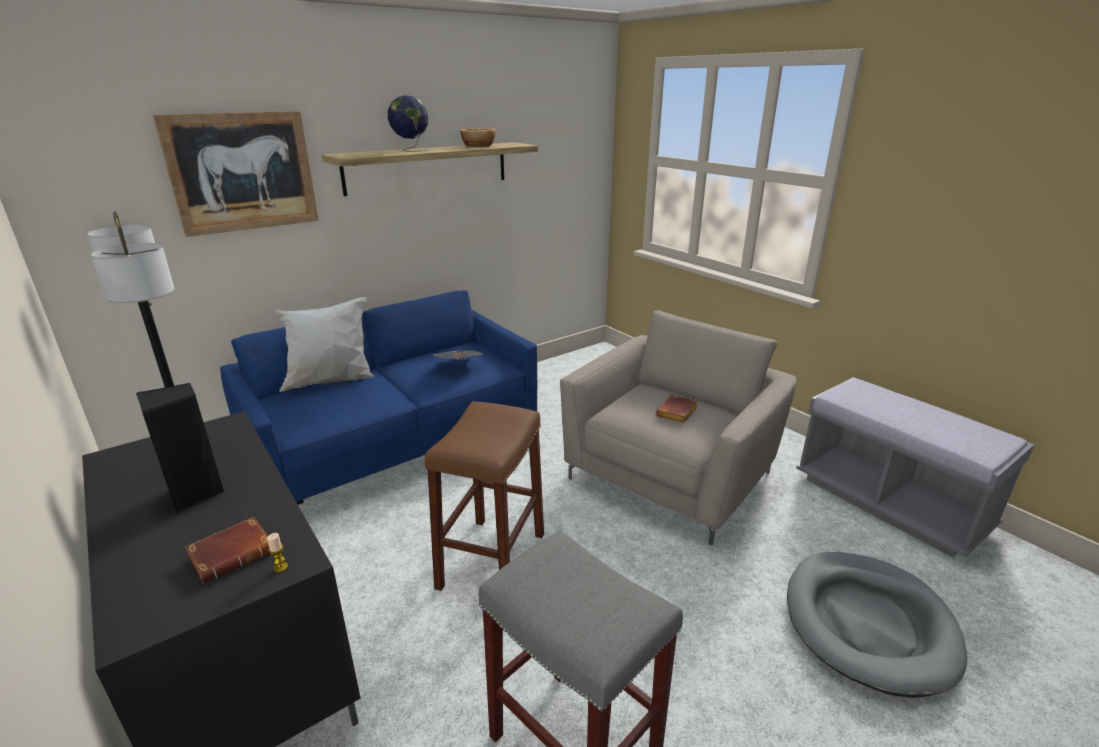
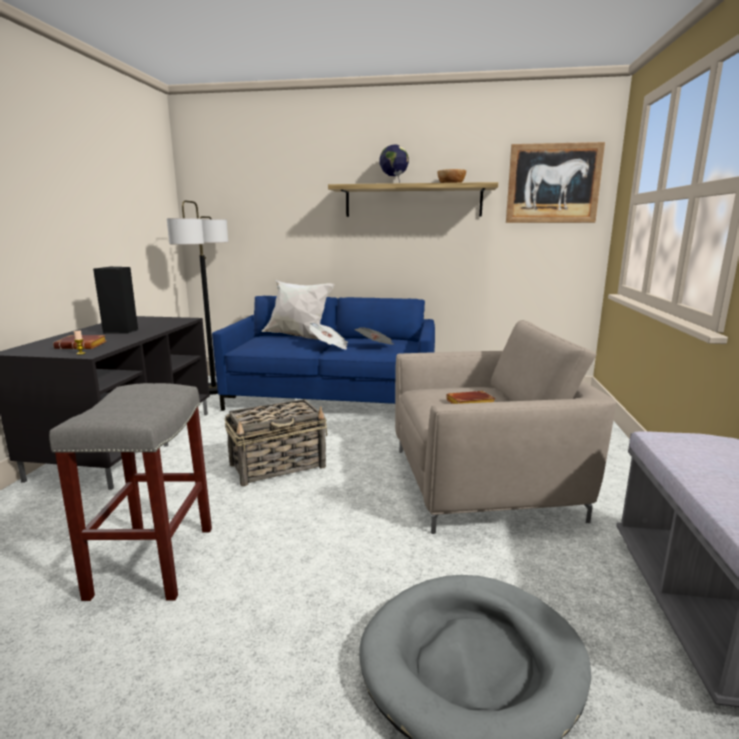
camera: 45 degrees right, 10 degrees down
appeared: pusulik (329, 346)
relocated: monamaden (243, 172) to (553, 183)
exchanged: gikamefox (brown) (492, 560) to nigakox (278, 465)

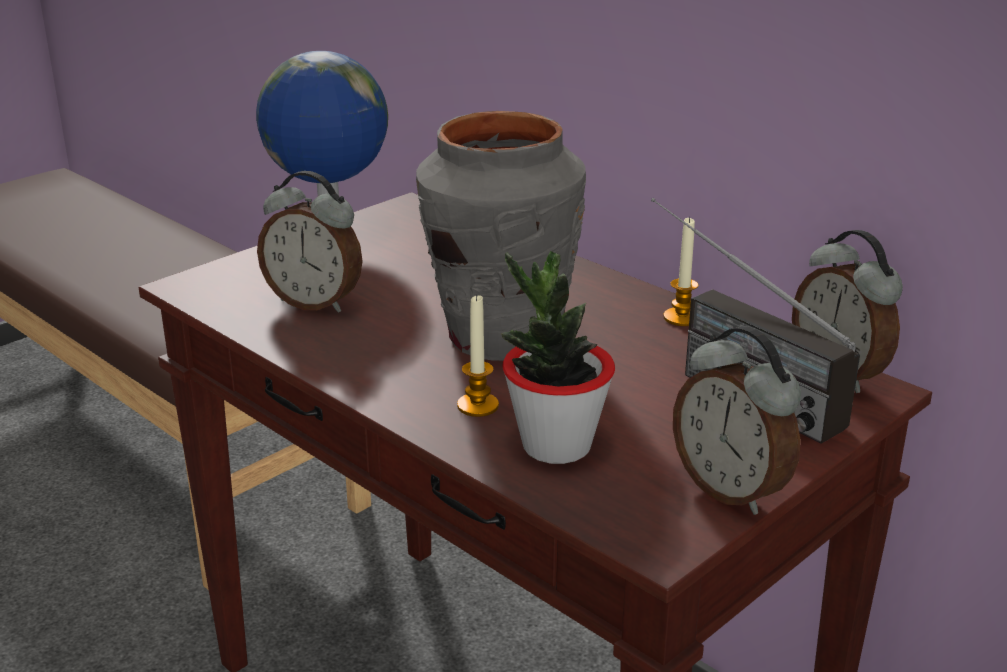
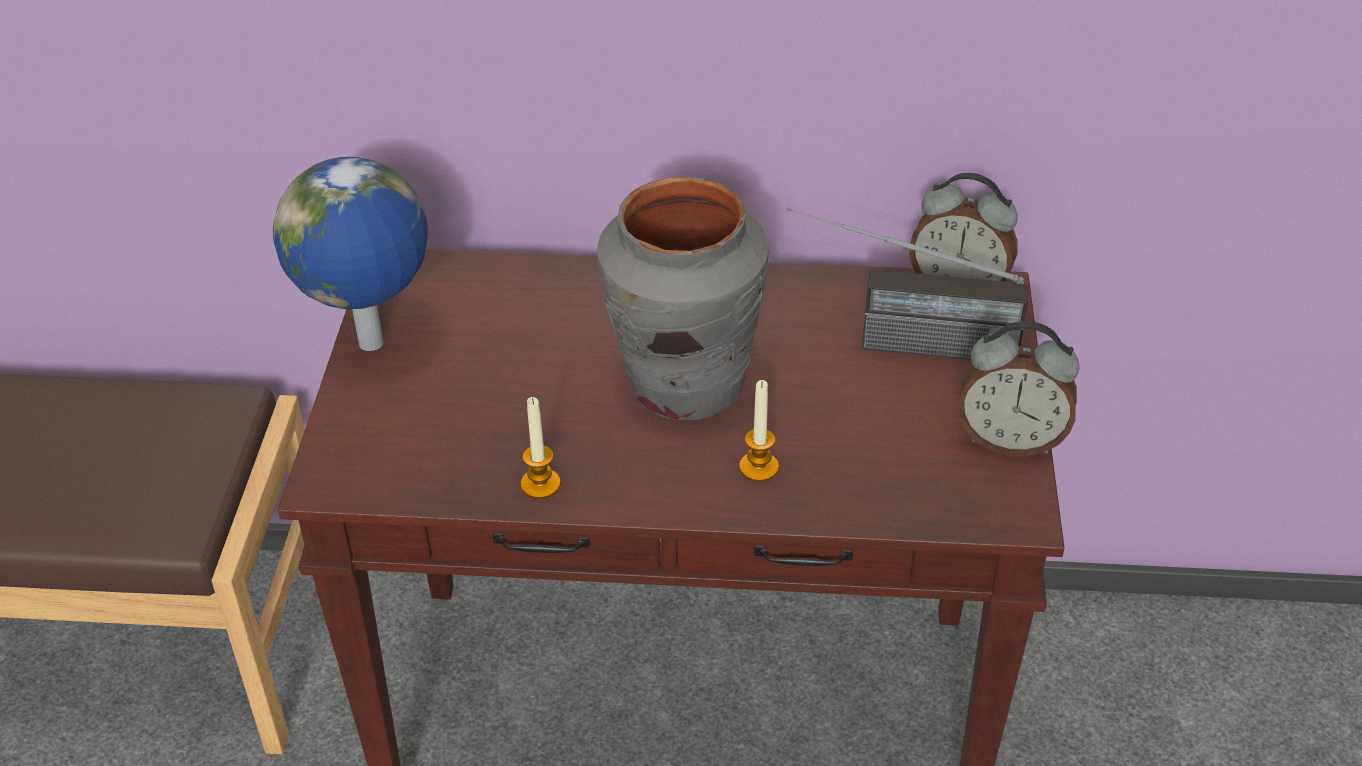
camera: 40 degrees left, 15 degrees up
missing: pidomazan (315, 303); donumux (556, 446)
relocated: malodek (681, 318) to (540, 484)

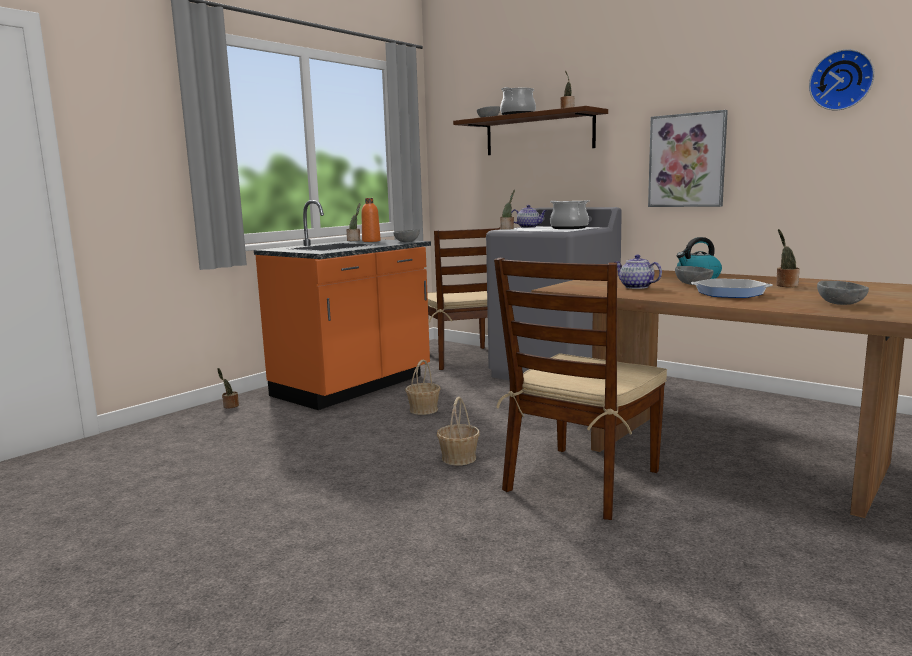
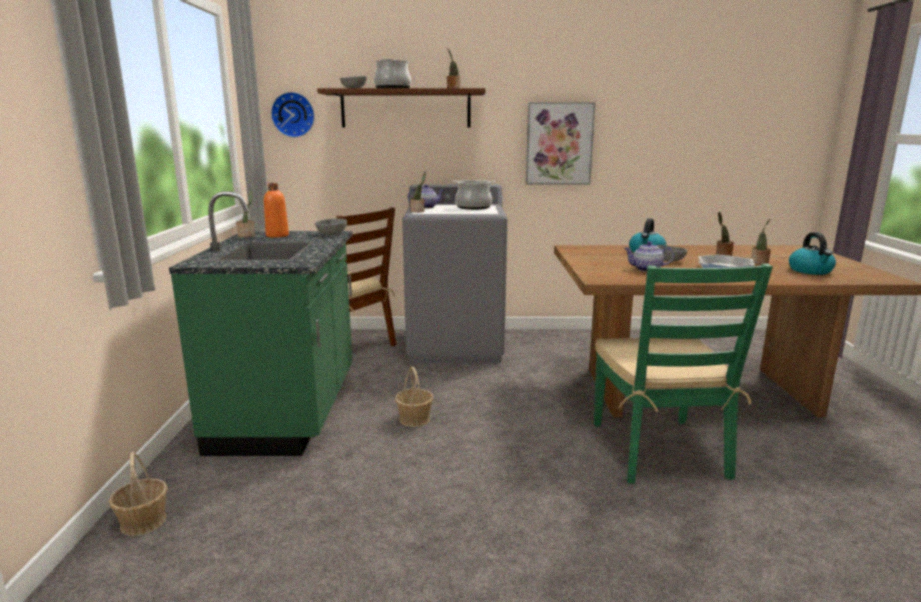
camera: 40 degrees left, 5 degrees up
relocated: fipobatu (841, 80) to (293, 115); donumux (230, 406) to (759, 263); nigakox (458, 458) to (143, 522)
exchanged: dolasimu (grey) (841, 304) to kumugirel (811, 271)
colour: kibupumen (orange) (354, 386) to kibupumen (green) (289, 412); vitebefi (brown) (581, 481) to vitebefi (green) (659, 450)

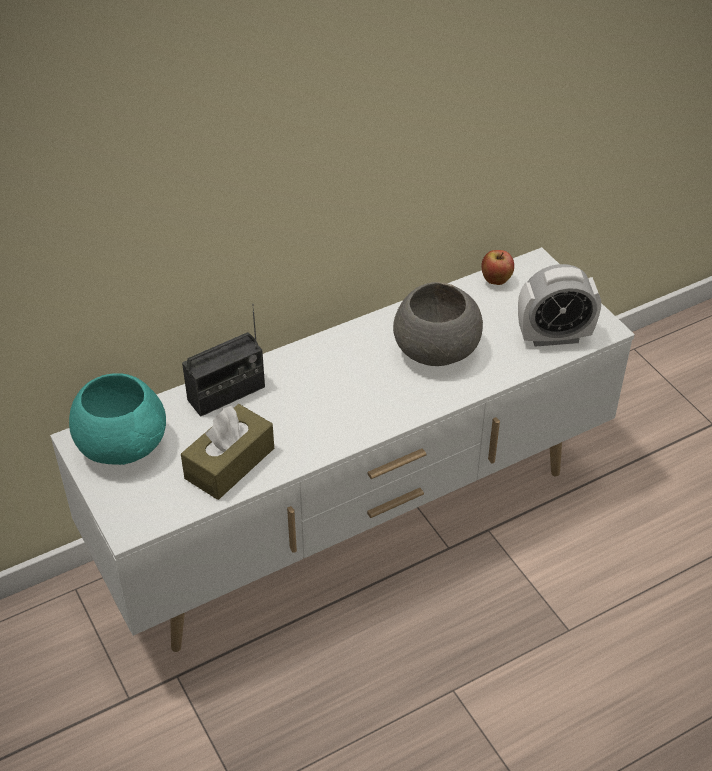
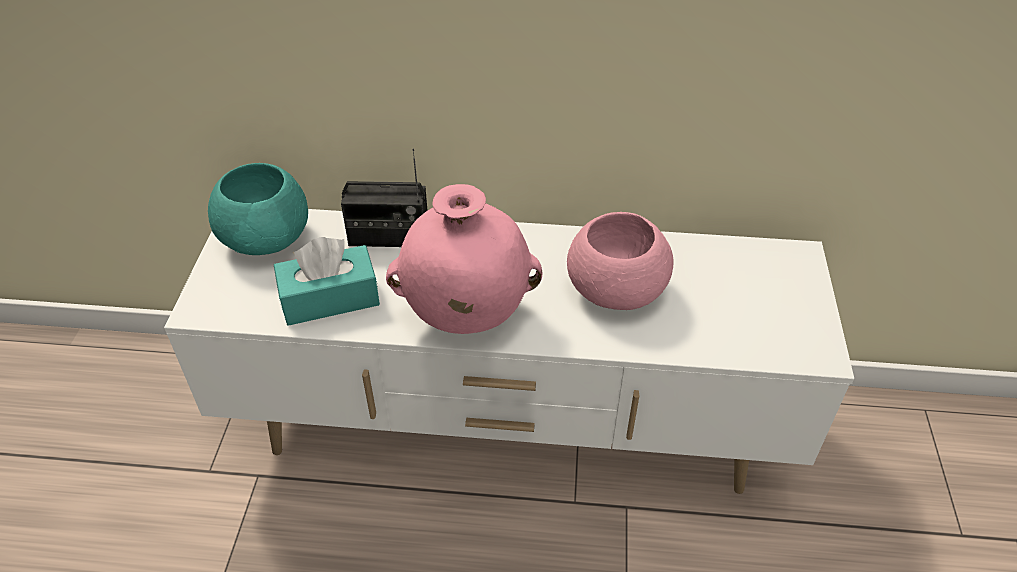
camera: 35 degrees right, 0 degrees up
missing: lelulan (496, 281); pidomazan (554, 337)
appeared: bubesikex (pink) (465, 316)
colour: dolasimu (grey) (434, 350) to dolasimu (pink) (614, 289); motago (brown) (229, 463) to motago (turquoise) (330, 298)

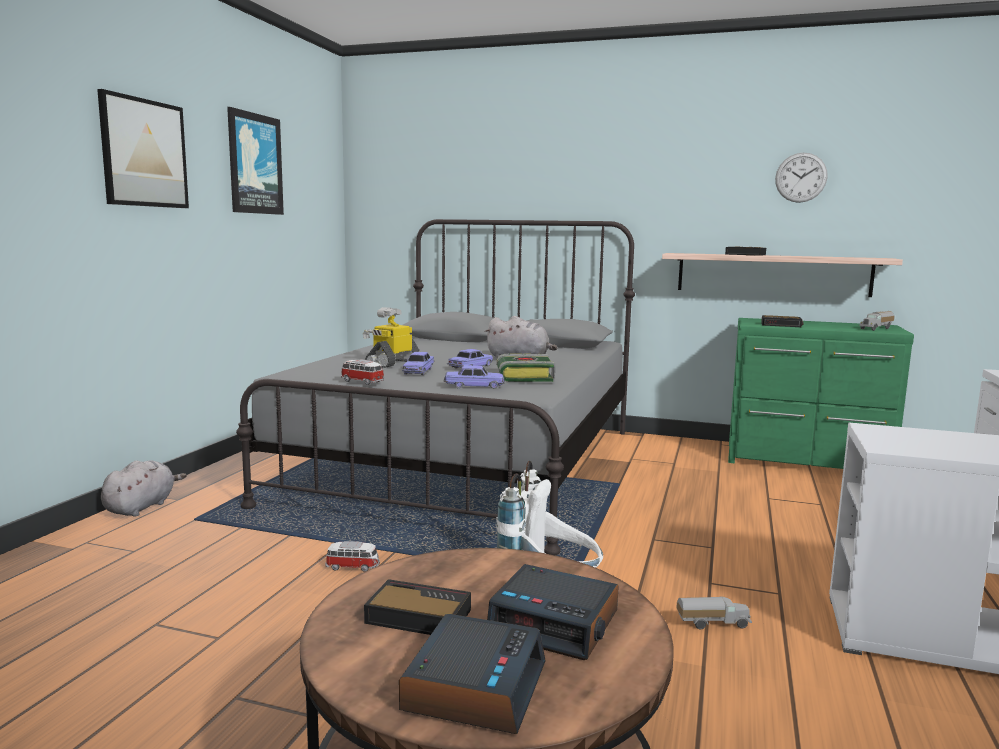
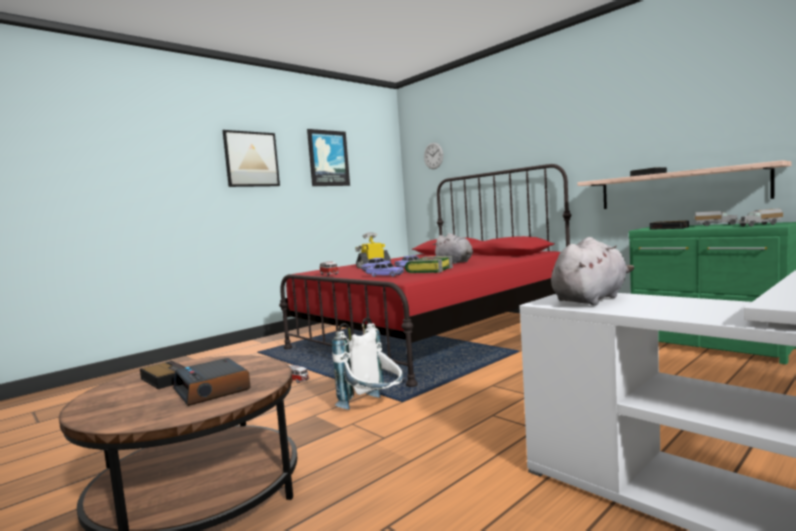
camera: 30 degrees right, 5 degrees down
missing: pidomazan (474, 686)
relocated: fipobatu (801, 177) to (433, 155); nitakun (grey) (141, 507) to (591, 299); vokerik (712, 623) to (715, 225)
colour: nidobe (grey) (467, 464) to nidobe (red) (433, 334)

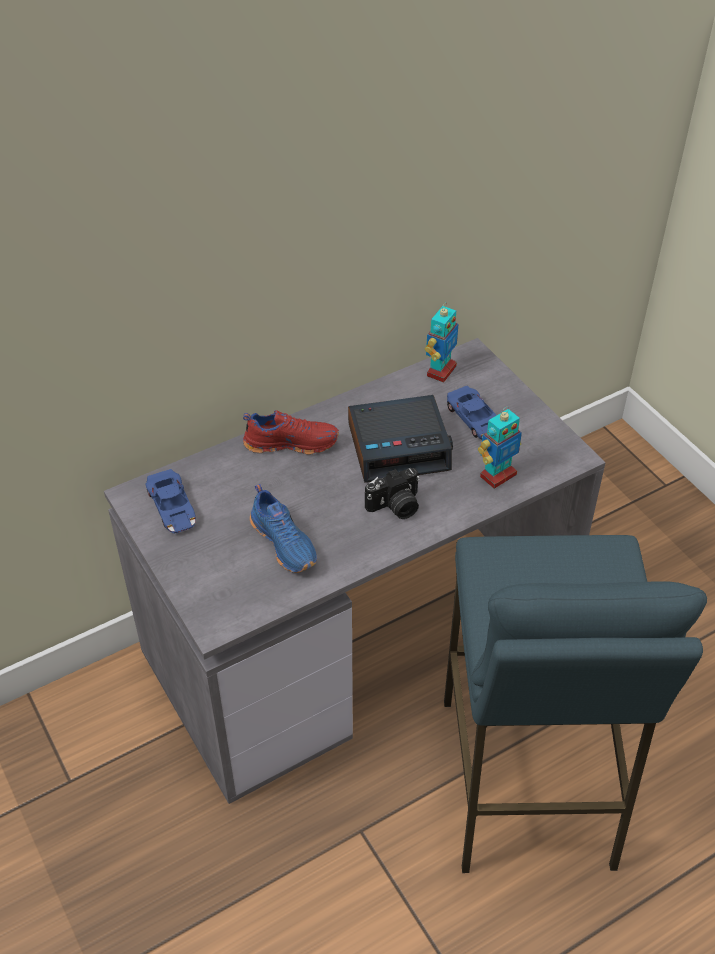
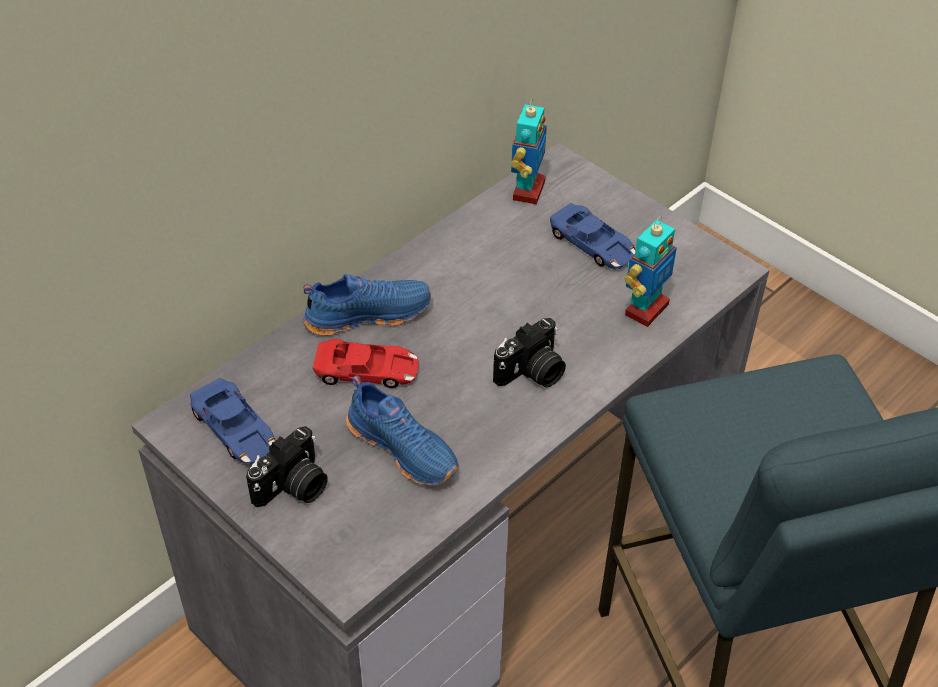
camera: 15 degrees left, 0 degrees up
missing: pidomazan (399, 446)
appeared: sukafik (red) (367, 370); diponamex (293, 487)
colour: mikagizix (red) (291, 442) to mikagizix (blue) (367, 313)

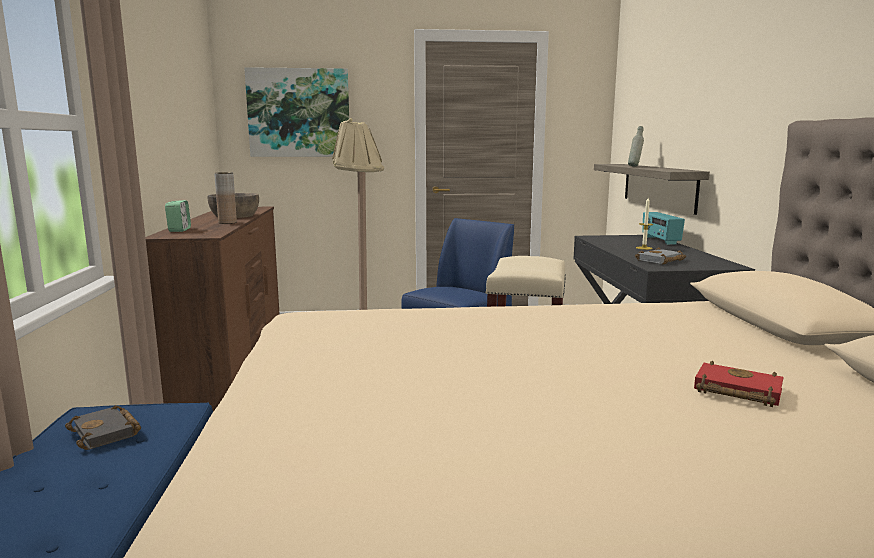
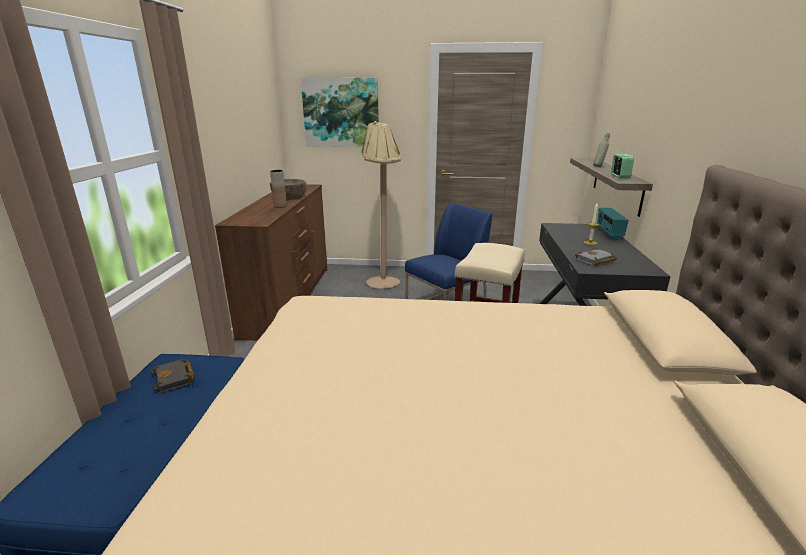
camera: 10 degrees right, 10 degrees up
missing: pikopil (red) (734, 391)
relocated: pidomazan (179, 230) to (620, 176)

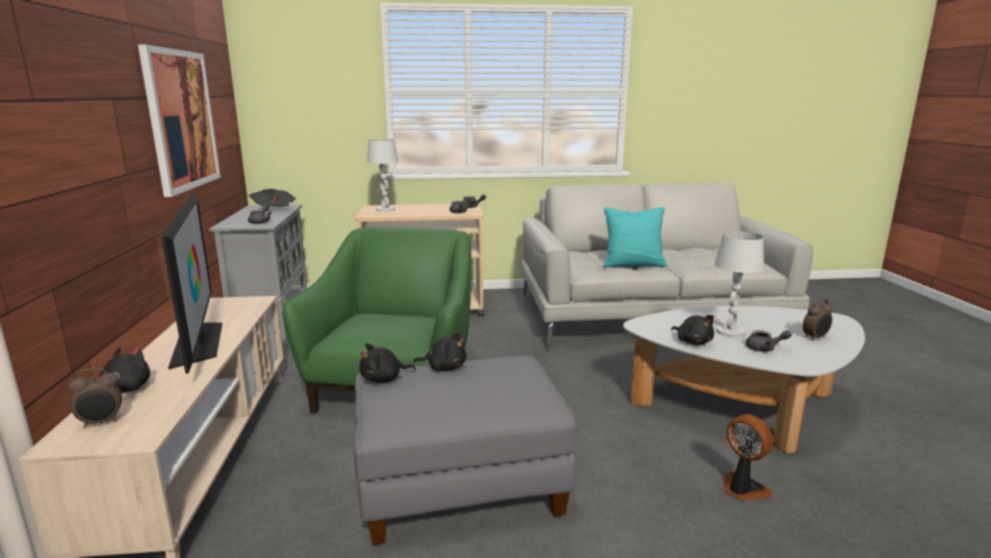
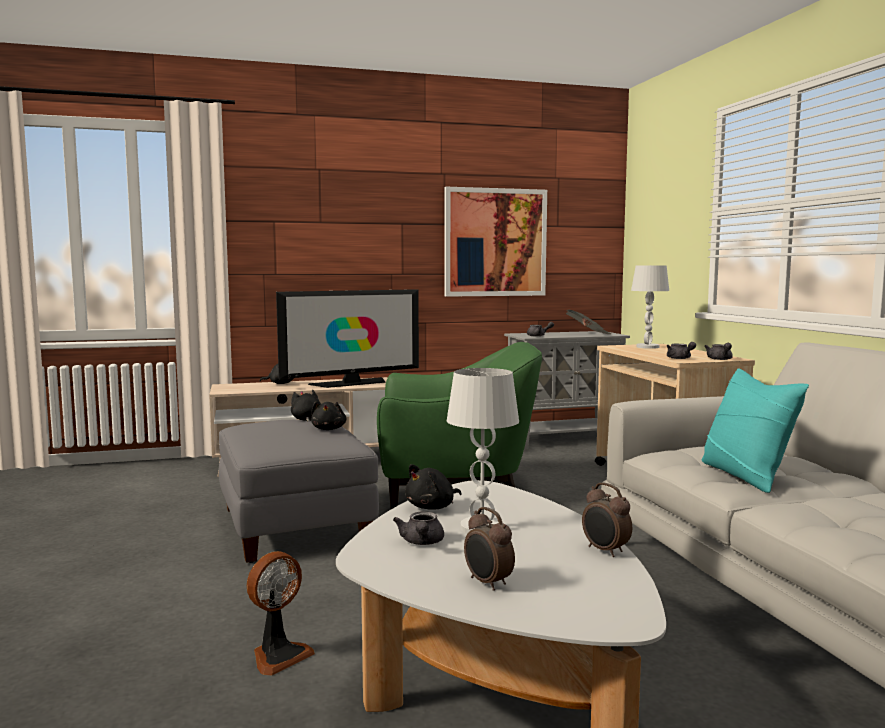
camera: 80 degrees right, 10 degrees down
relocated: pidomazan (101, 422) to (605, 551)

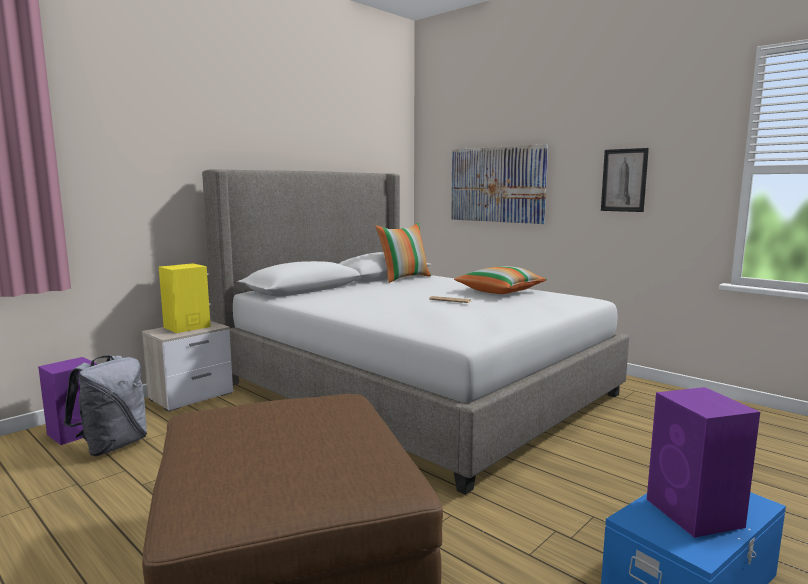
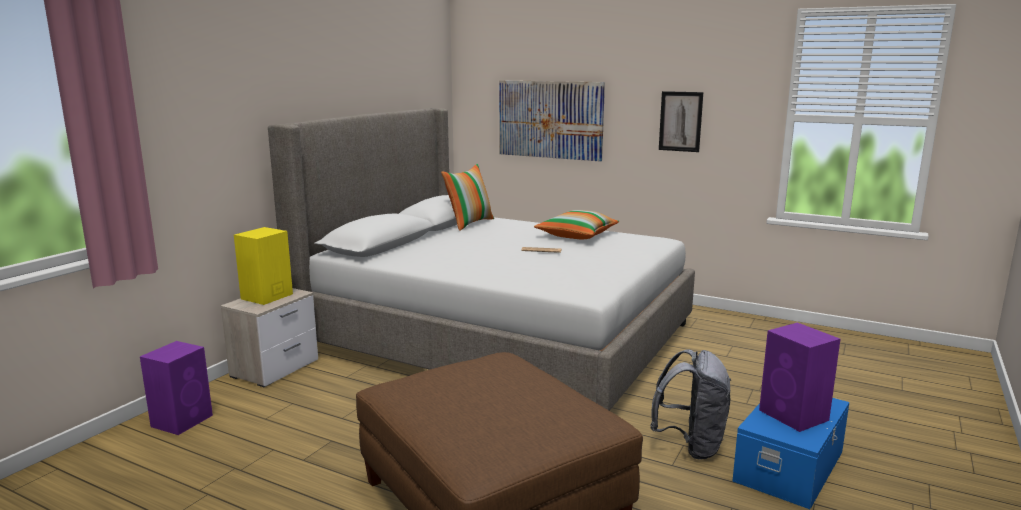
camera: 15 degrees left, 5 degrees up
relocated: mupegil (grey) (113, 446) to (690, 445)

